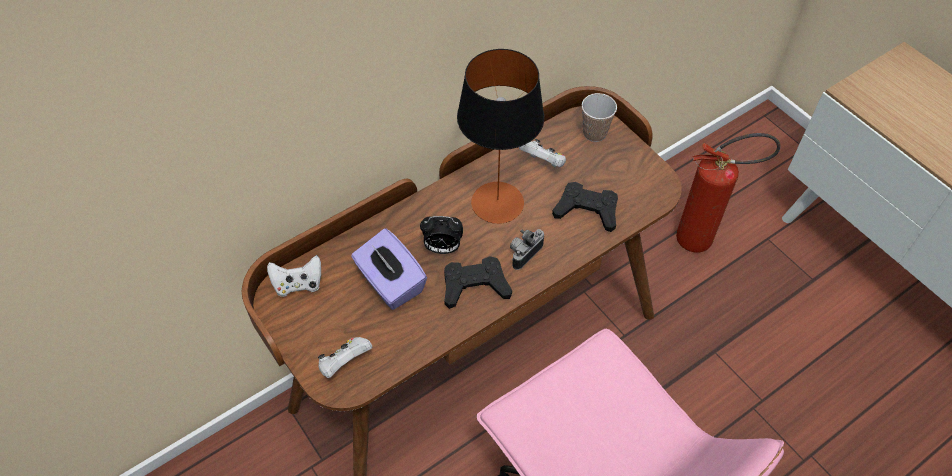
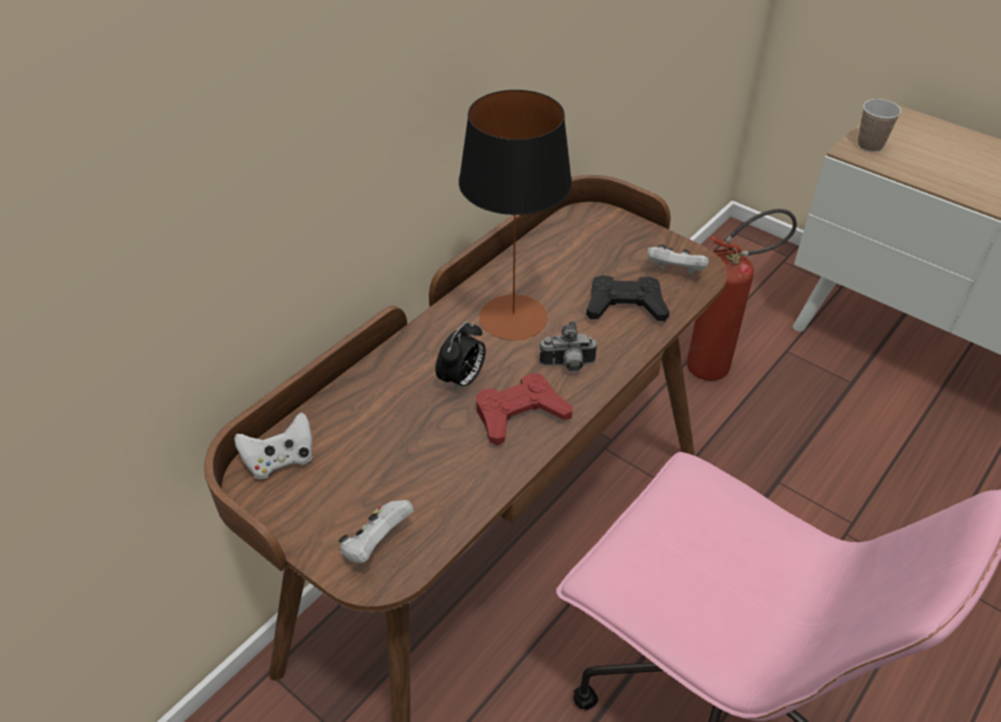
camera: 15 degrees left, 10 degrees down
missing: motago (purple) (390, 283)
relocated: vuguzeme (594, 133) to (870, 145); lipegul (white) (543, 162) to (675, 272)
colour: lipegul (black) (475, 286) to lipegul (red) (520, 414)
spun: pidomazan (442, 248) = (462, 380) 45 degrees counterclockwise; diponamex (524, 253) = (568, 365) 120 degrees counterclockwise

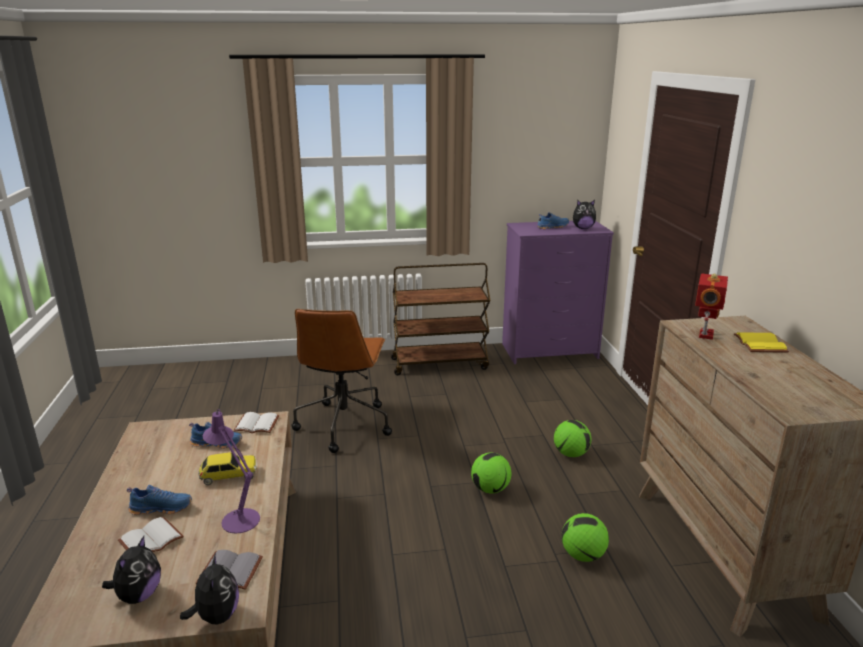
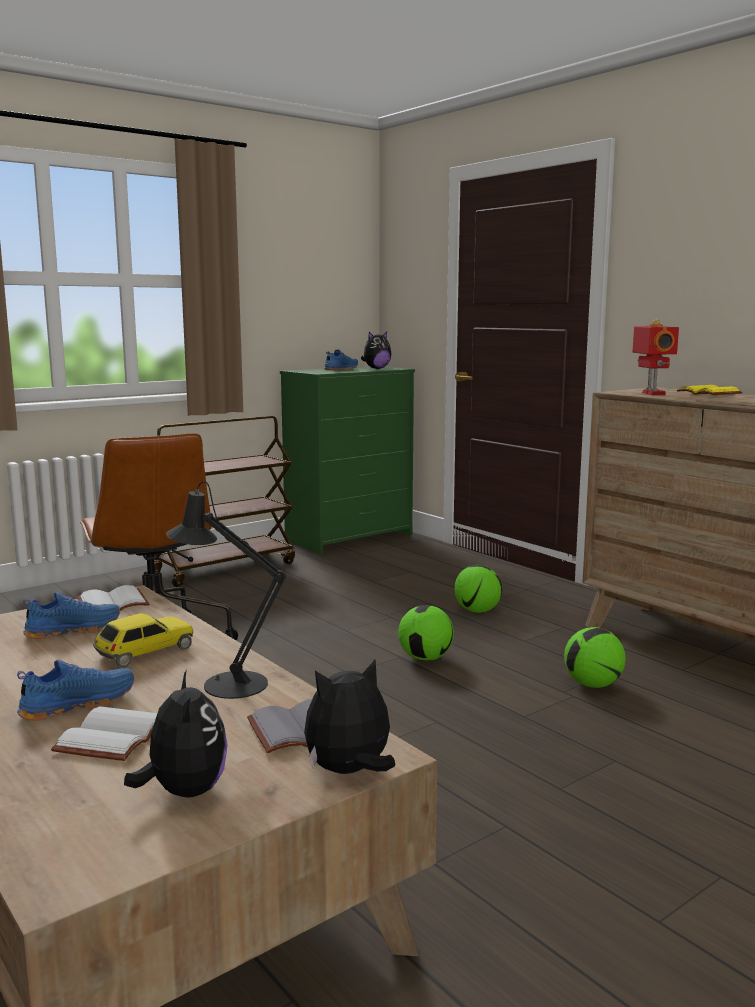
camera: 30 degrees left, 10 degrees down
colour: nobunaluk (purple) (550, 351) to nobunaluk (green) (350, 537); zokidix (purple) (238, 518) to zokidix (black) (226, 683)
spun: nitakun (216, 616) = (350, 772) 75 degrees counterclockwise

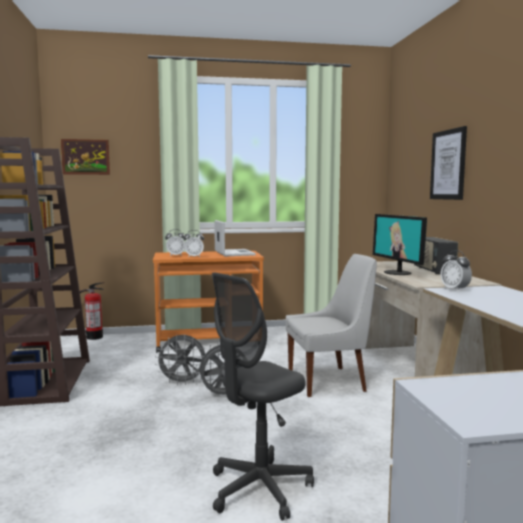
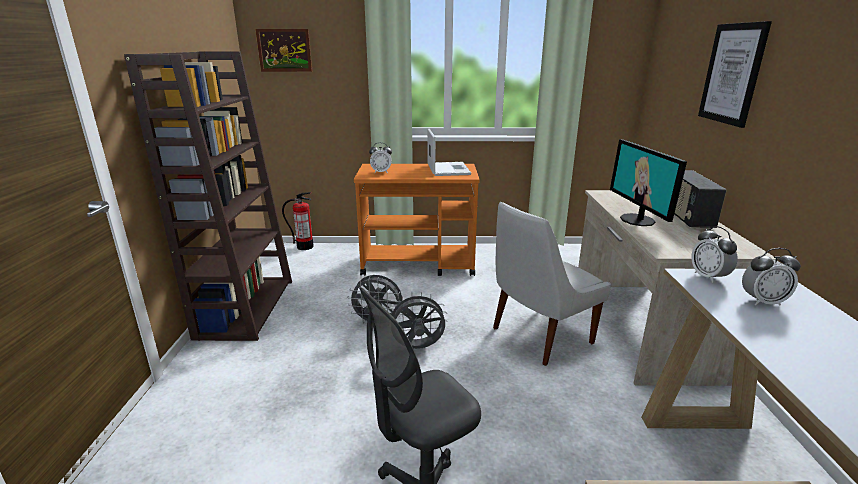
camera: 10 degrees right, 15 degrees up
relocated: pidomazan (194, 257) to (762, 301)
spun: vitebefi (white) (329, 381) = (538, 337) 150 degrees clockwise

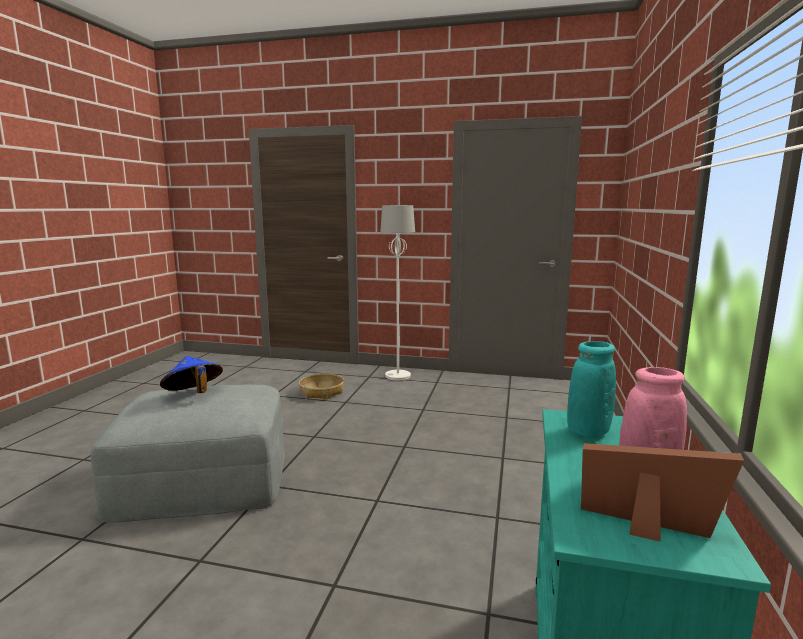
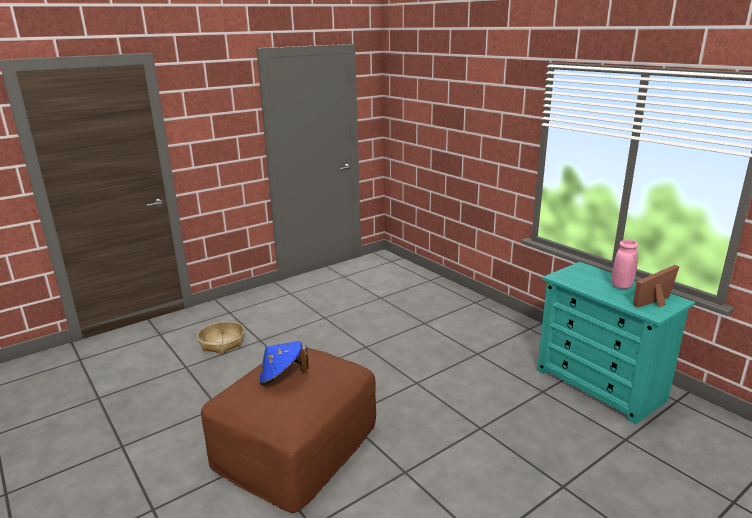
camera: 50 degrees left, 10 degrees up
missing: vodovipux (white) (398, 376); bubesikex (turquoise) (588, 432)
colour: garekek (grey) (203, 480) to garekek (brown) (296, 445)

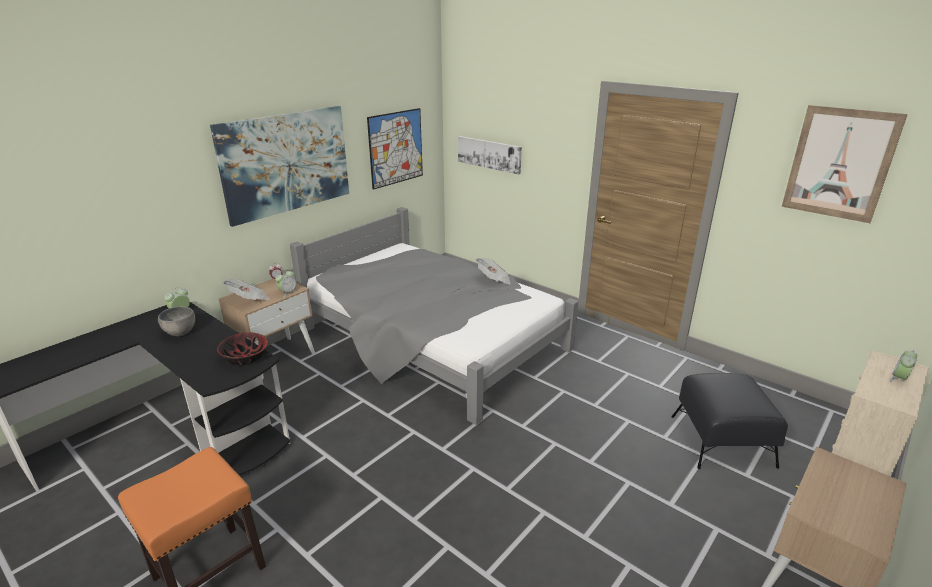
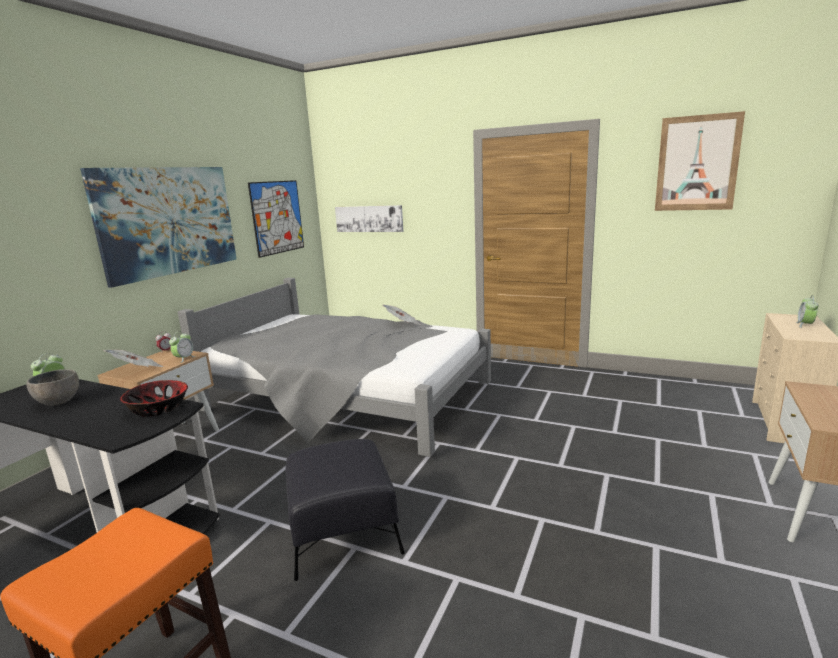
camera: 15 degrees left, 10 degrees down
relocated: garekek (black) (722, 440) to (343, 530)

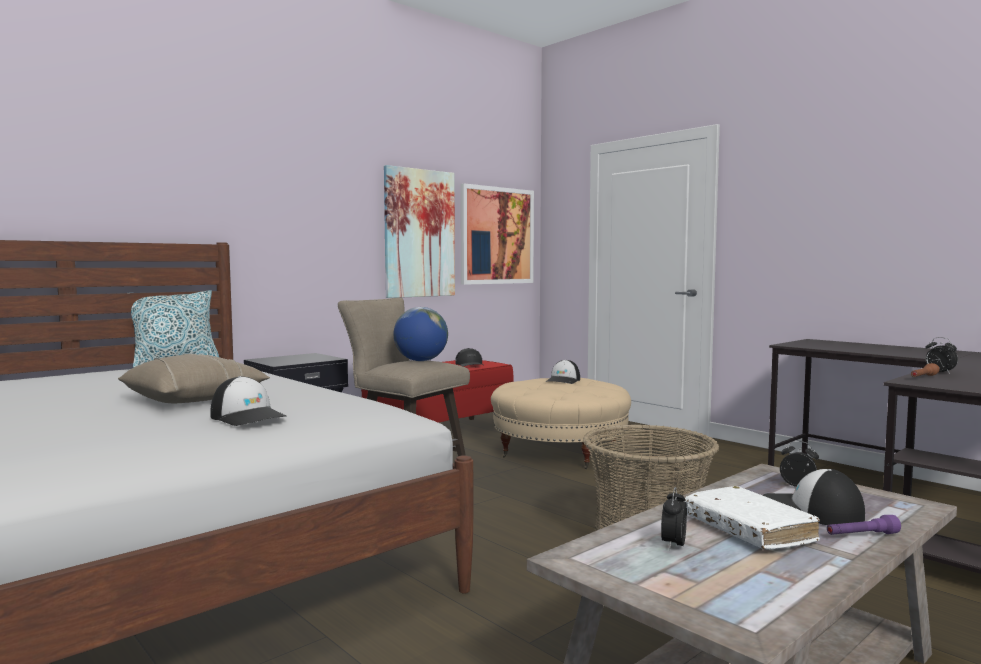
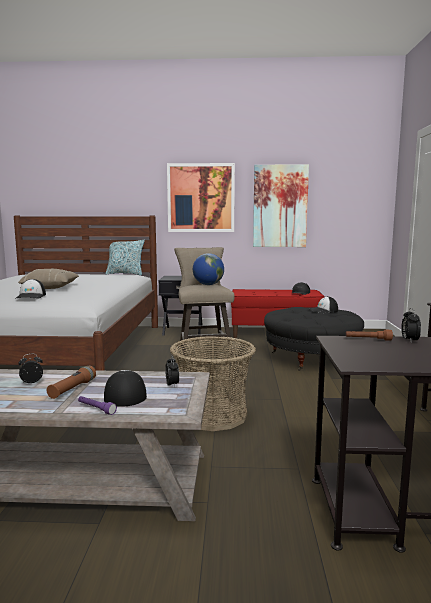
camera: 45 degrees right, 5 degrees up
relocated: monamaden (497, 235) to (201, 198)
exchanged: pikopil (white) (748, 530) to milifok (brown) (72, 389)
colour: garekek (beige) (560, 452) to garekek (black) (311, 358)

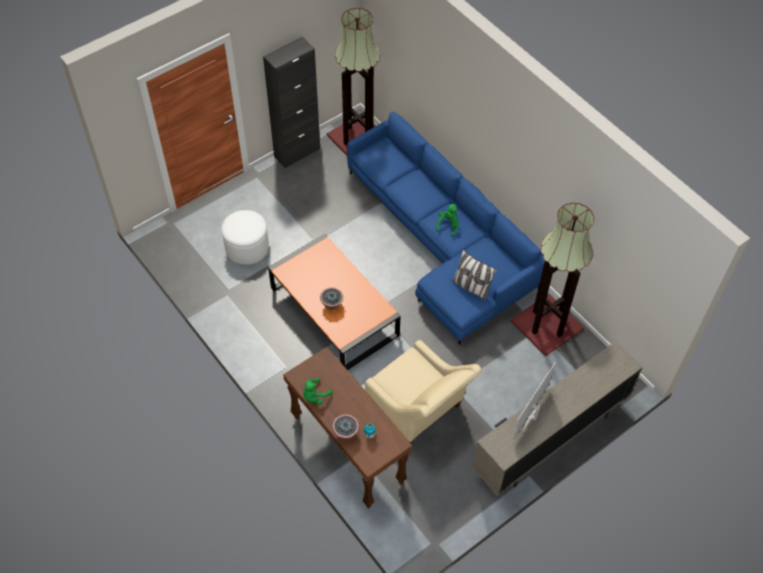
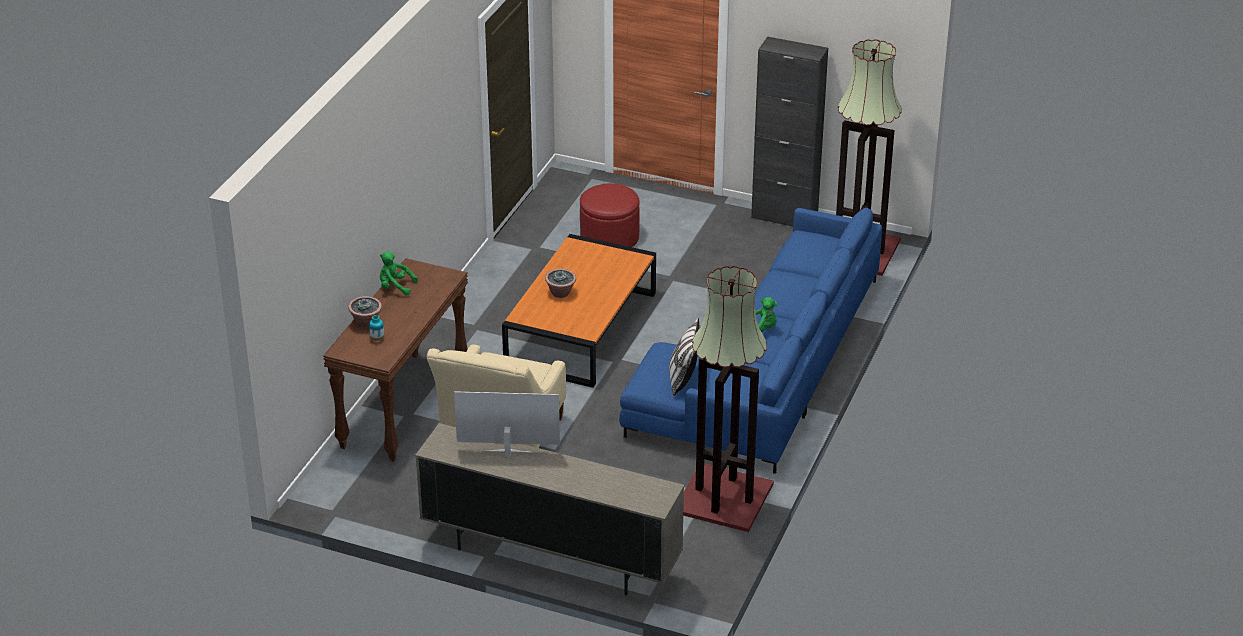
camera: 60 degrees right, 20 degrees down
colour: garekek (white) (247, 247) to garekek (red) (609, 237)

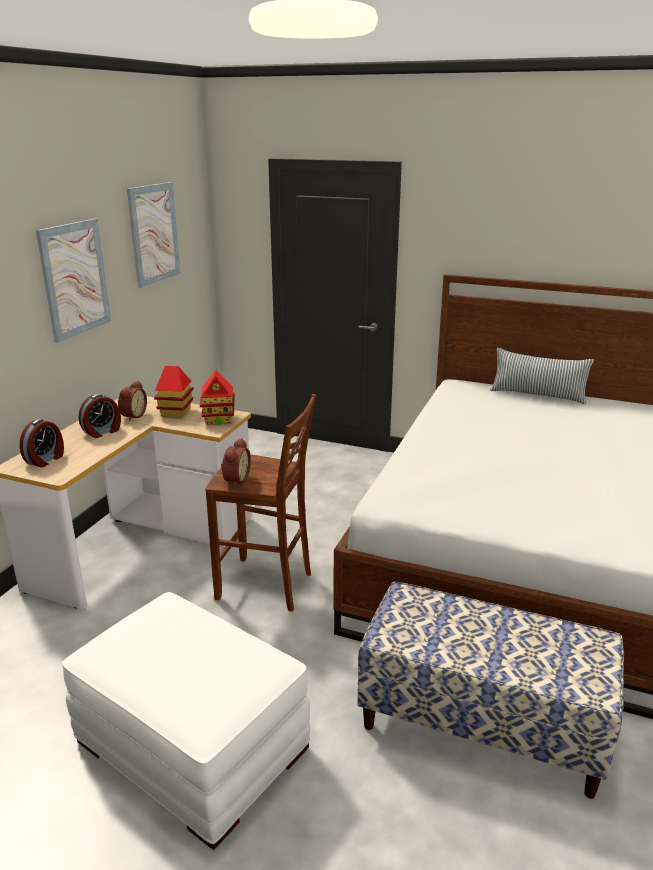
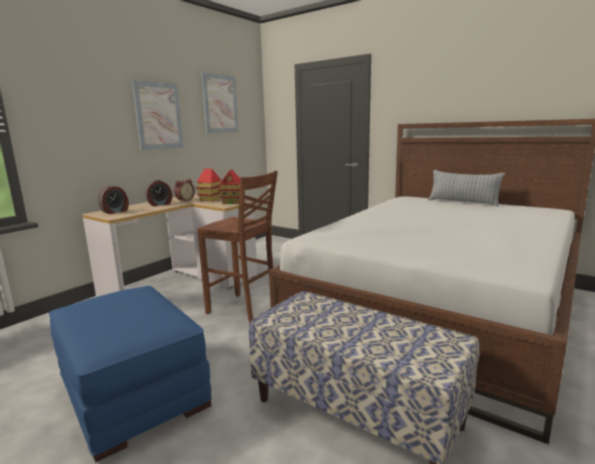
camera: 15 degrees right, 10 degrees down
missing: pidomazan (235, 479)
colour: garekek (white) (193, 744) to garekek (blue) (133, 391)

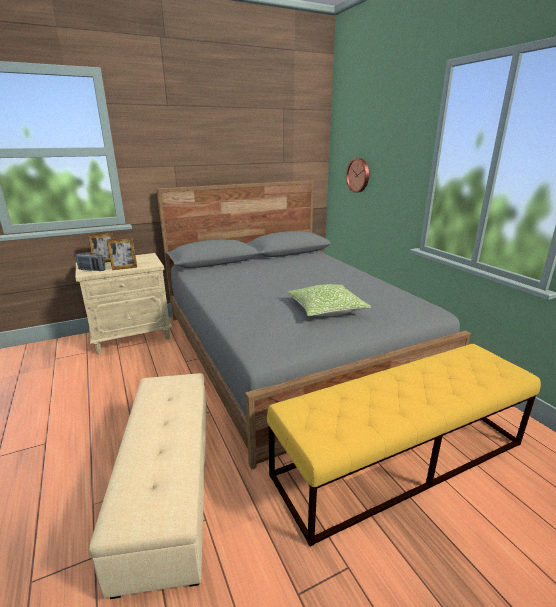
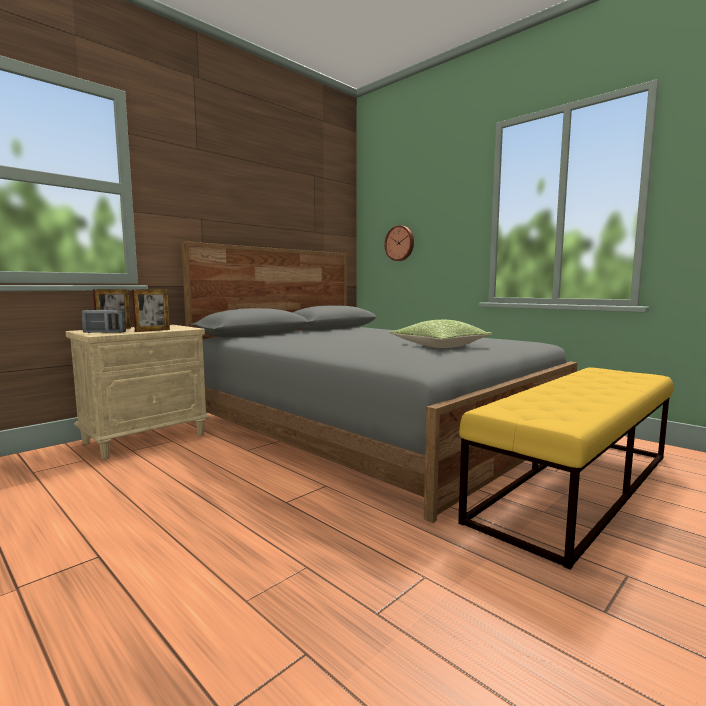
camera: 20 degrees left, 15 degrees down
missing: garekek (beige) (168, 487)

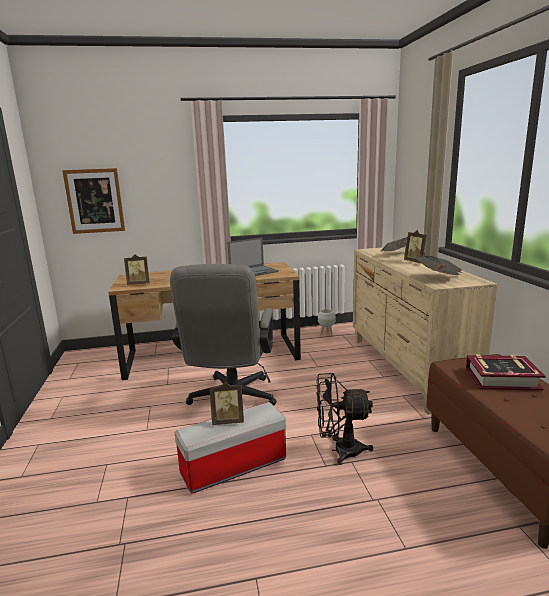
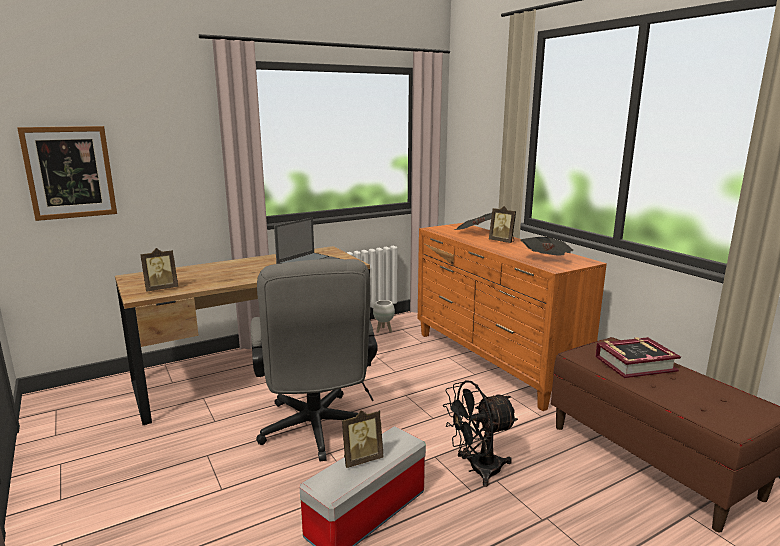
camera: 20 degrees left, 0 degrees up
colour: nobunaluk (beige) (406, 369) to nobunaluk (orange) (493, 362)

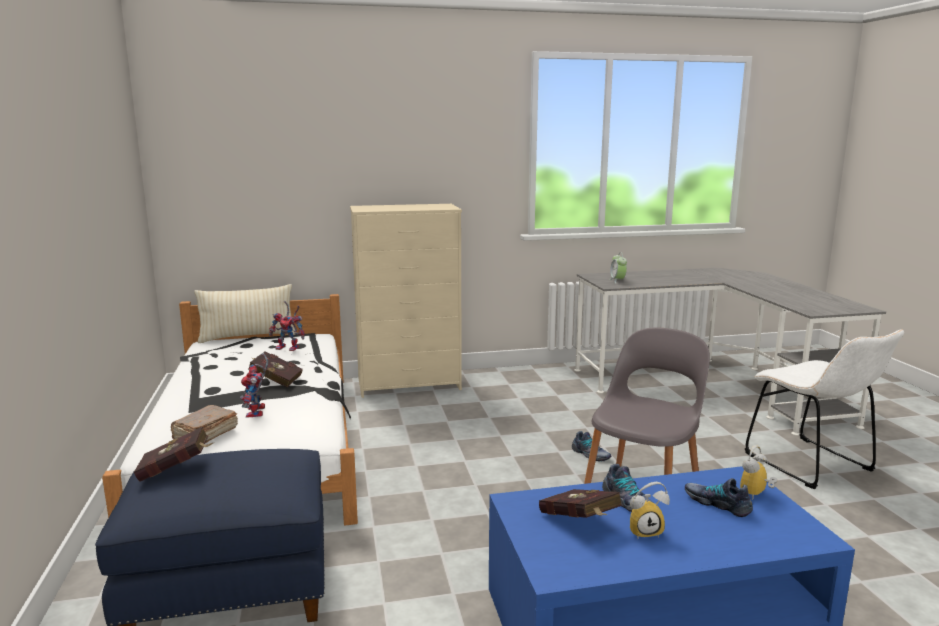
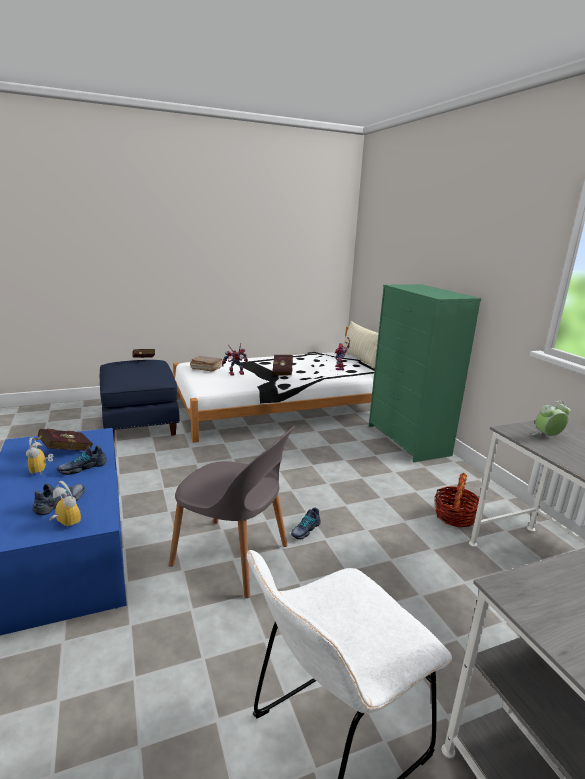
camera: 80 degrees right, 5 degrees up
appeared: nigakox (455, 516)
colour: nobunaluk (beige) (410, 384) to nobunaluk (green) (408, 440)

